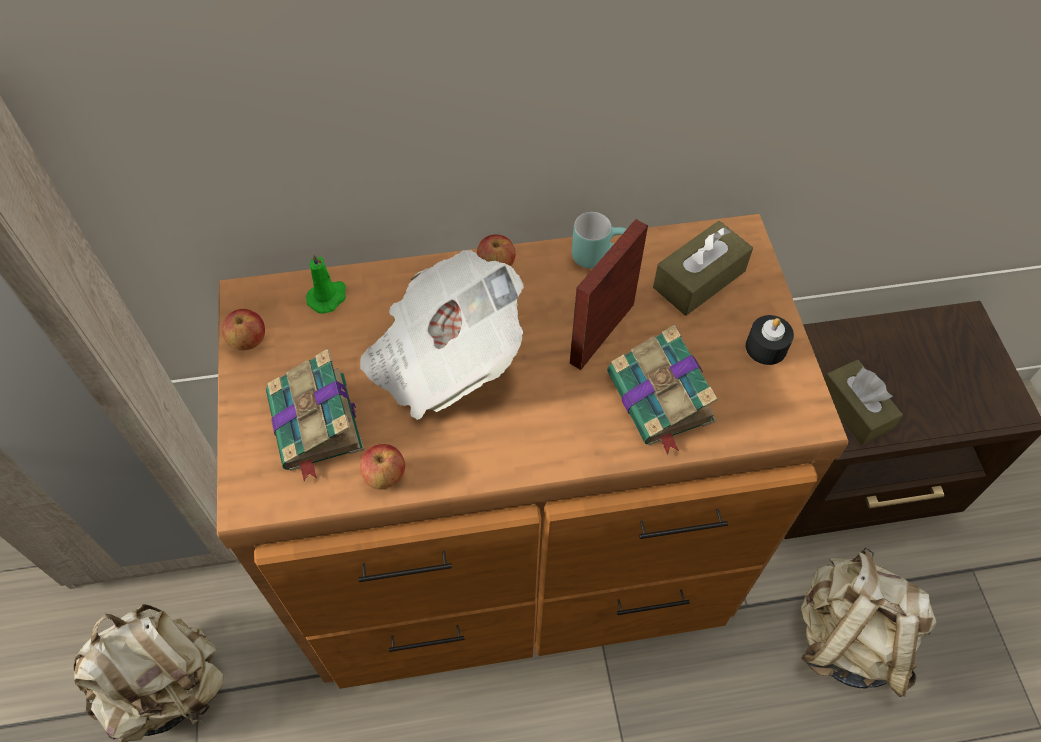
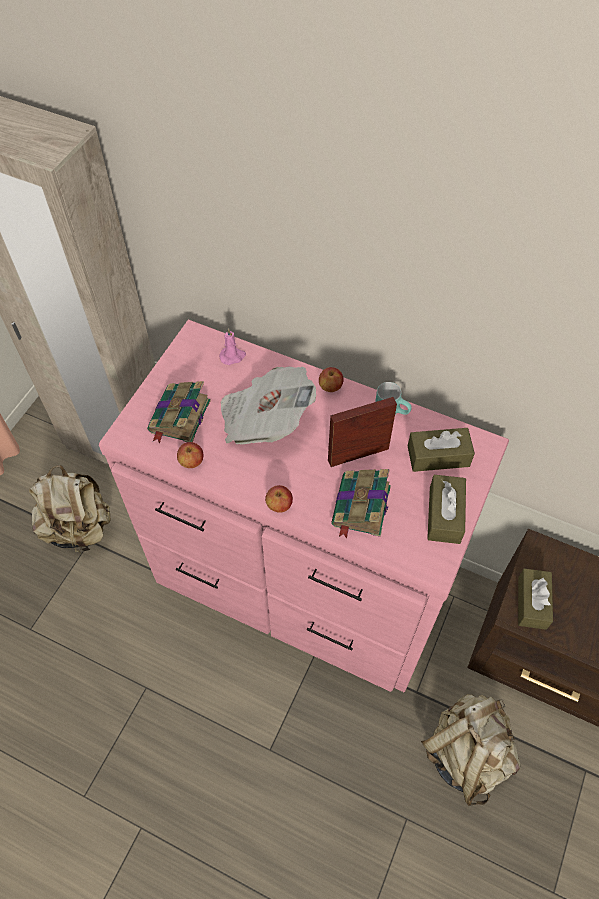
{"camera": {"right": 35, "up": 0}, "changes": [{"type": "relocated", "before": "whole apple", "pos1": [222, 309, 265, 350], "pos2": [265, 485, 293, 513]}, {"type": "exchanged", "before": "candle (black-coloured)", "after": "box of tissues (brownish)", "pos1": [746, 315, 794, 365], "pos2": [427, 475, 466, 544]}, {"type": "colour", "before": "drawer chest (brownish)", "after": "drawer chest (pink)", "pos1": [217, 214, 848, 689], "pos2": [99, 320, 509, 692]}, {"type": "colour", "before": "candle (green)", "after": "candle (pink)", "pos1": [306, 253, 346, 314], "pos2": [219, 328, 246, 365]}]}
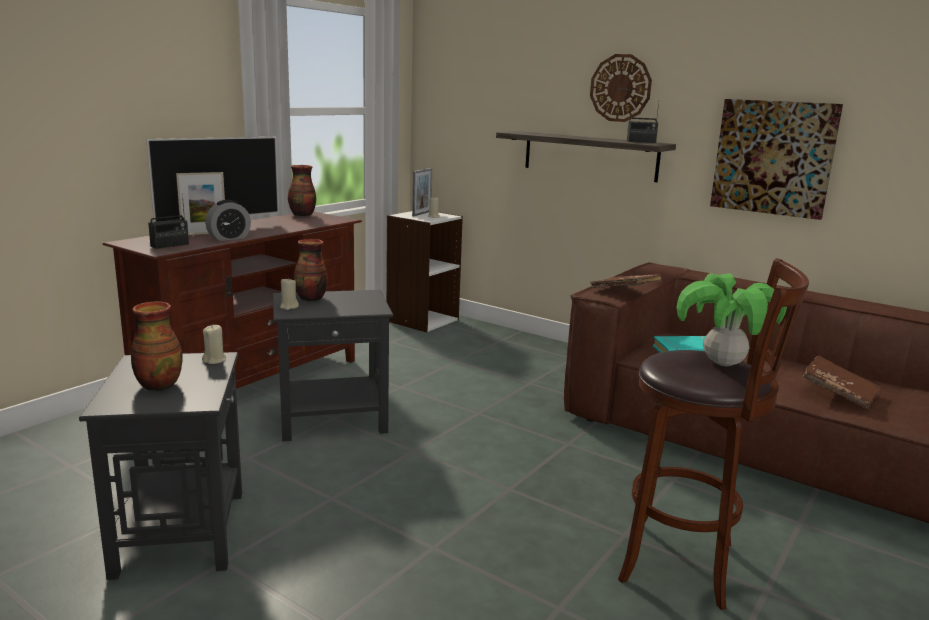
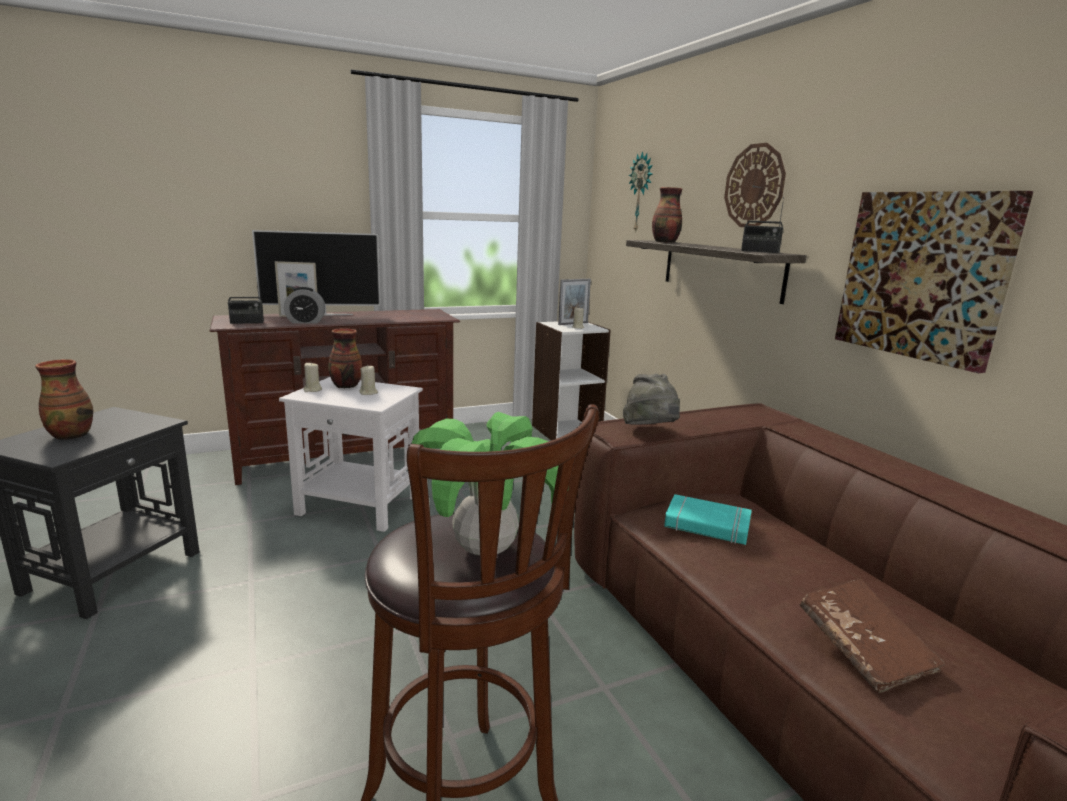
{"camera": {"right": 30, "up": 0}, "changes": [{"type": "appeared", "after": "clock on the wall", "pos2": [629, 151, 653, 233]}, {"type": "relocated", "before": "candle (beige-coloured)", "pos1": [202, 324, 226, 364], "pos2": [360, 365, 378, 395]}, {"type": "relocated", "before": "decorative vase", "pos1": [288, 165, 316, 216], "pos2": [652, 187, 683, 243]}, {"type": "exchanged", "before": "book (brownish)", "after": "clothing hat (greyish)", "pos1": [590, 274, 661, 288], "pos2": [623, 374, 680, 425]}, {"type": "colour", "before": "end table (black-coloured)", "after": "end table (white-coloured)", "pos1": [273, 290, 393, 442], "pos2": [279, 377, 423, 532]}]}
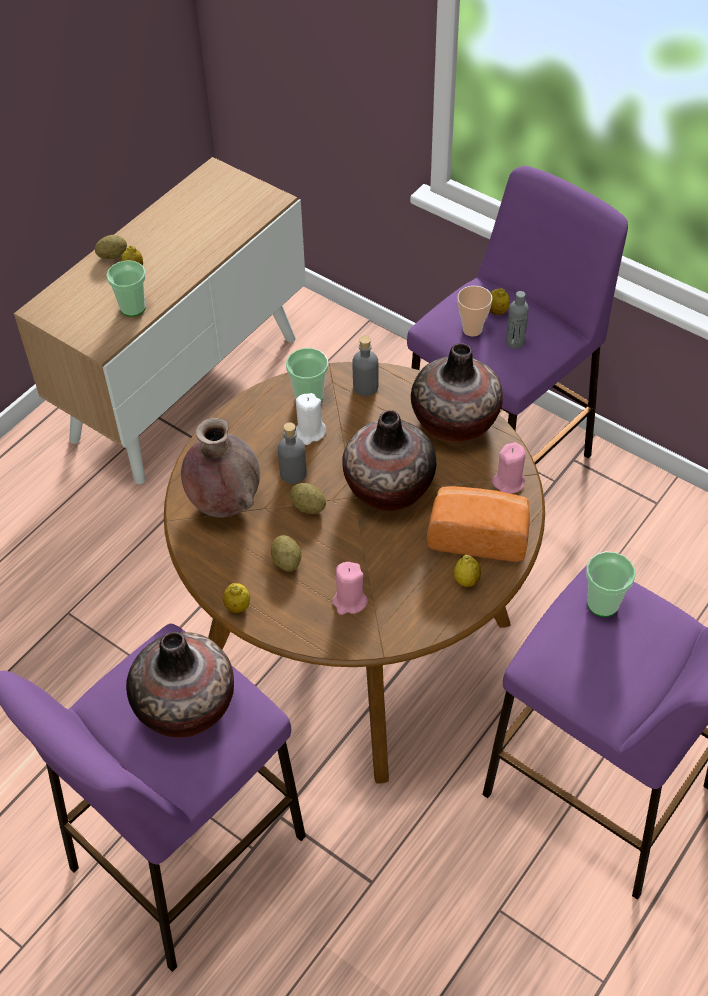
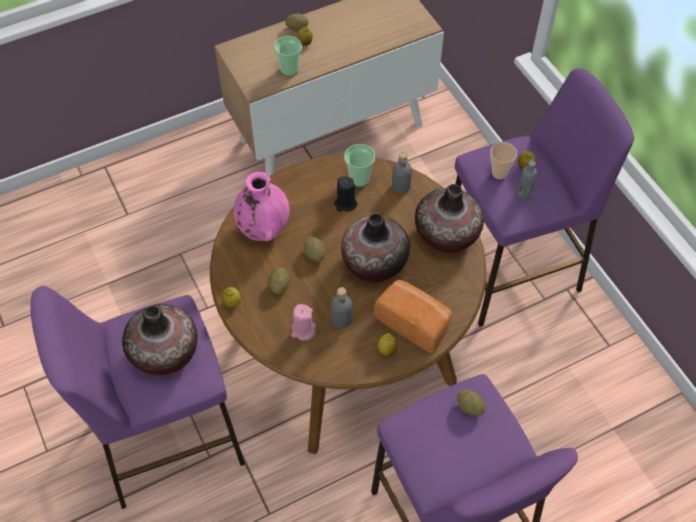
{"camera": {"right": 25, "up": 5}, "changes": [{"type": "missing", "before": "candle (pink)", "pos1": [492, 442, 526, 494]}, {"type": "relocated", "before": "beverage bottle (greyish)", "pos1": [278, 422, 307, 484], "pos2": [331, 287, 352, 328]}, {"type": "exchanged", "before": "small cup", "after": "potato", "pos1": [586, 551, 635, 617], "pos2": [457, 390, 485, 416]}, {"type": "colour", "before": "decorative vase (brownish)", "after": "decorative vase (pink)", "pos1": [181, 417, 260, 518], "pos2": [234, 172, 289, 241]}, {"type": "colour", "before": "candle (white-coloured)", "after": "candle (black-coloured)", "pos1": [296, 393, 326, 445], "pos2": [334, 176, 357, 212]}]}
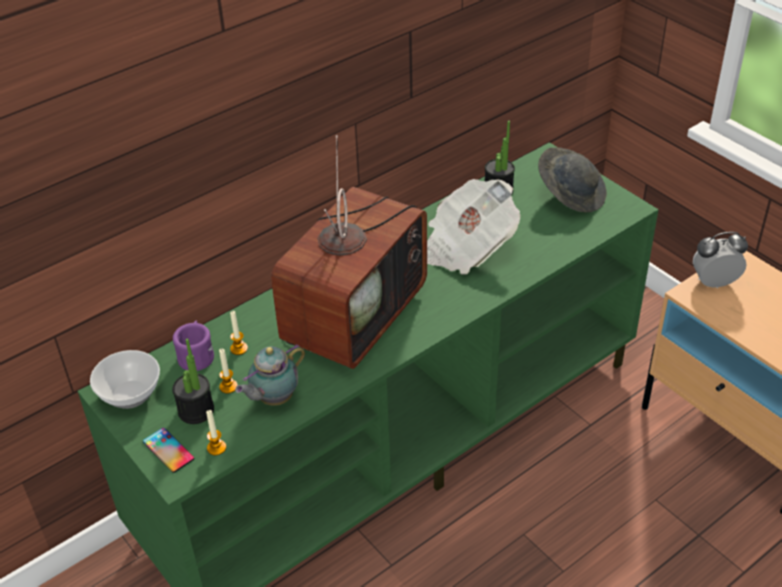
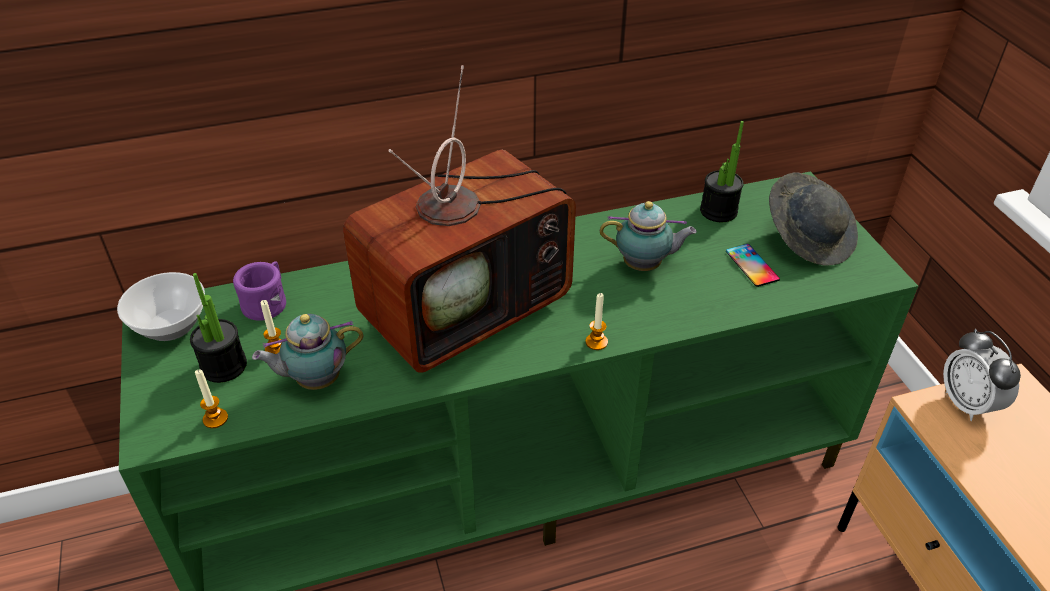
{"camera": {"right": 20, "up": 0}, "changes": [{"type": "relocated", "before": "telephone", "pos1": [143, 428, 194, 473], "pos2": [726, 244, 780, 287]}, {"type": "relocated", "before": "candle", "pos1": [230, 311, 248, 355], "pos2": [586, 293, 608, 350]}, {"type": "exchanged", "before": "printed paper", "after": "tea pot", "pos1": [427, 179, 520, 275], "pos2": [600, 201, 697, 271]}, {"type": "spun", "before": "bedside clock", "pos1": [693, 232, 748, 288], "pos2": [943, 329, 1021, 421], "turn": -120}]}
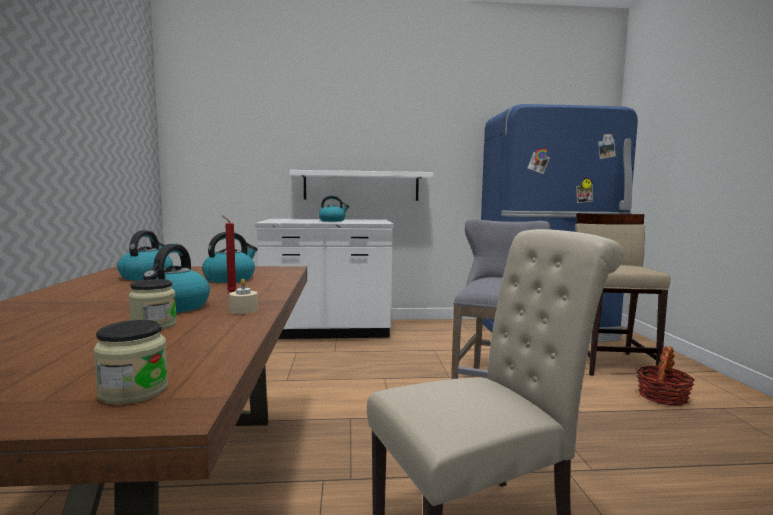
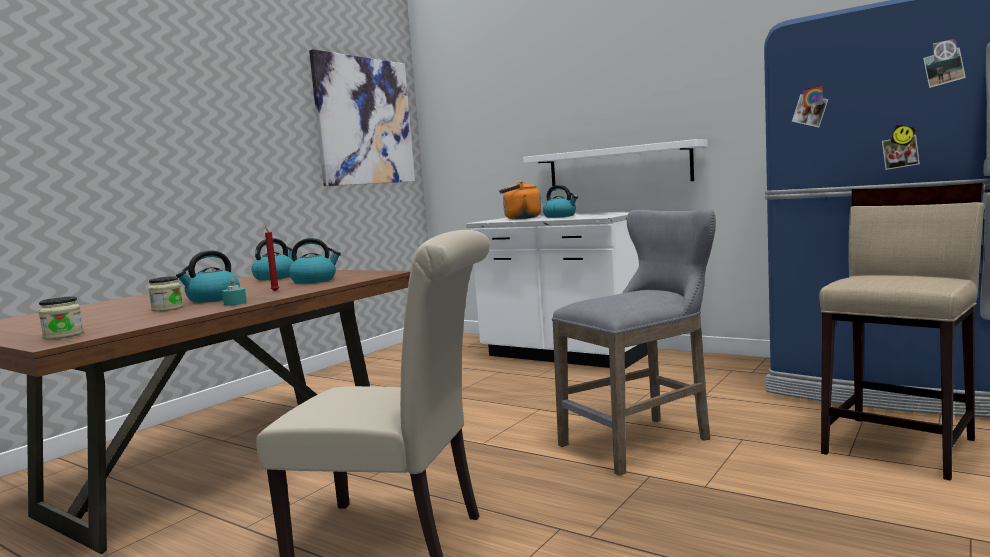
{"camera": {"right": 40, "up": 0}, "changes": [{"type": "missing", "before": "household basket", "pos1": [636, 346, 695, 406]}, {"type": "appeared", "after": "wall picture", "pos2": [309, 49, 415, 186]}, {"type": "appeared", "after": "water kettle (orange-coloured)", "pos2": [499, 181, 541, 219]}, {"type": "colour", "before": "candle (beige-coloured)", "after": "candle (turquoise)", "pos1": [229, 279, 258, 314], "pos2": [222, 278, 247, 306]}]}
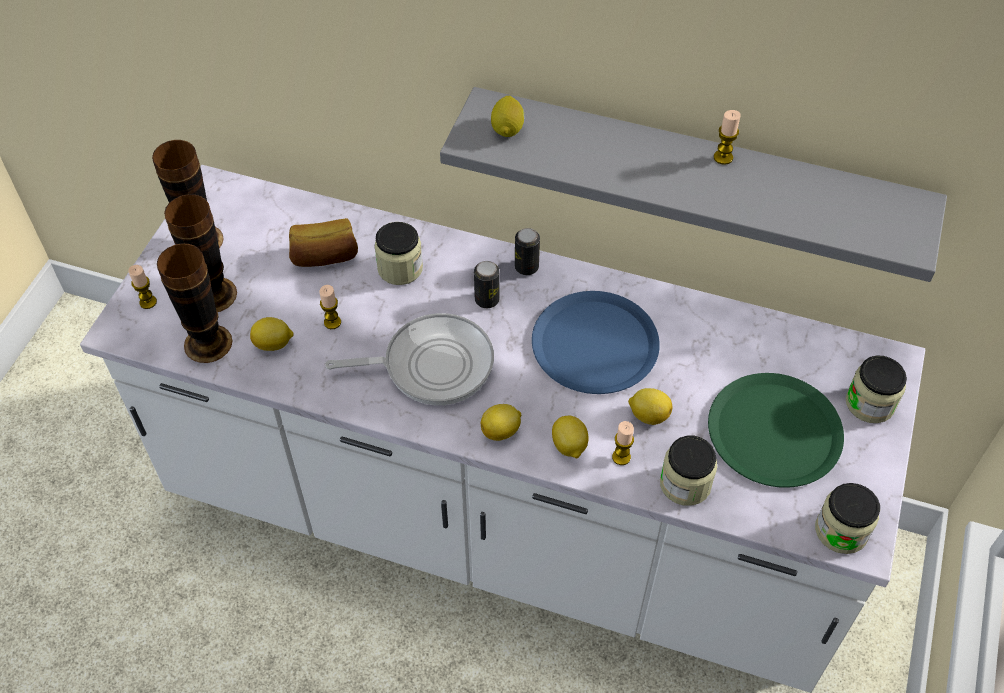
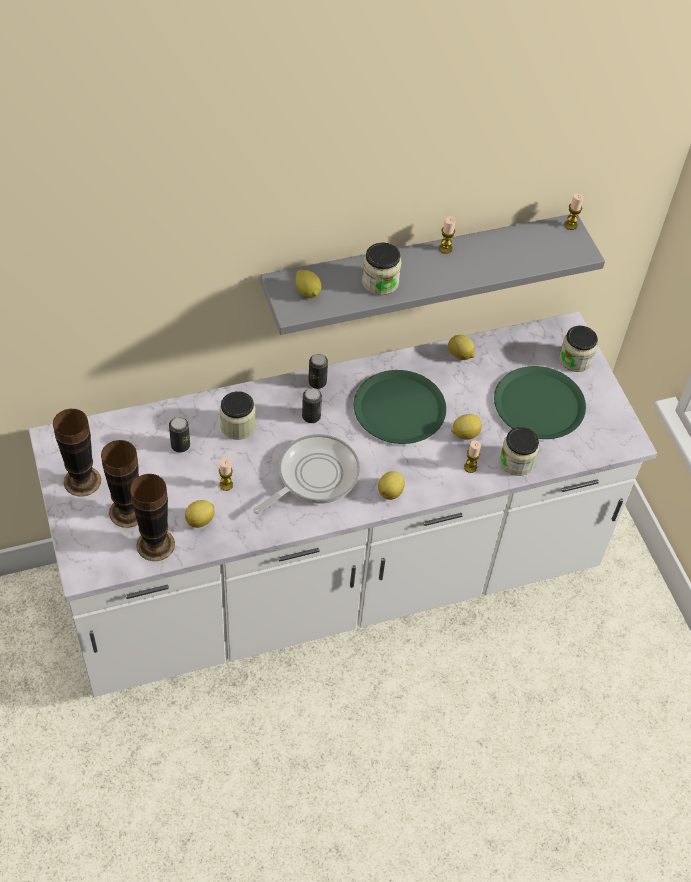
{"camera": {"right": -40, "up": 0}, "changes": [{"type": "relocated", "before": "candle", "pos1": [128, 265, 157, 309], "pos2": [564, 193, 584, 230]}, {"type": "relocated", "before": "lemon", "pos1": [552, 416, 588, 458], "pos2": [448, 335, 475, 360]}, {"type": "relocated", "before": "jar", "pos1": [815, 483, 880, 554], "pos2": [362, 243, 402, 295]}, {"type": "exchanged", "before": "bakery bread", "after": "metal can", "pos1": [289, 218, 358, 267], "pos2": [169, 417, 190, 453]}, {"type": "colour", "before": "plate (blue)", "after": "plate (green)", "pos1": [532, 291, 660, 394], "pos2": [354, 370, 446, 444]}]}
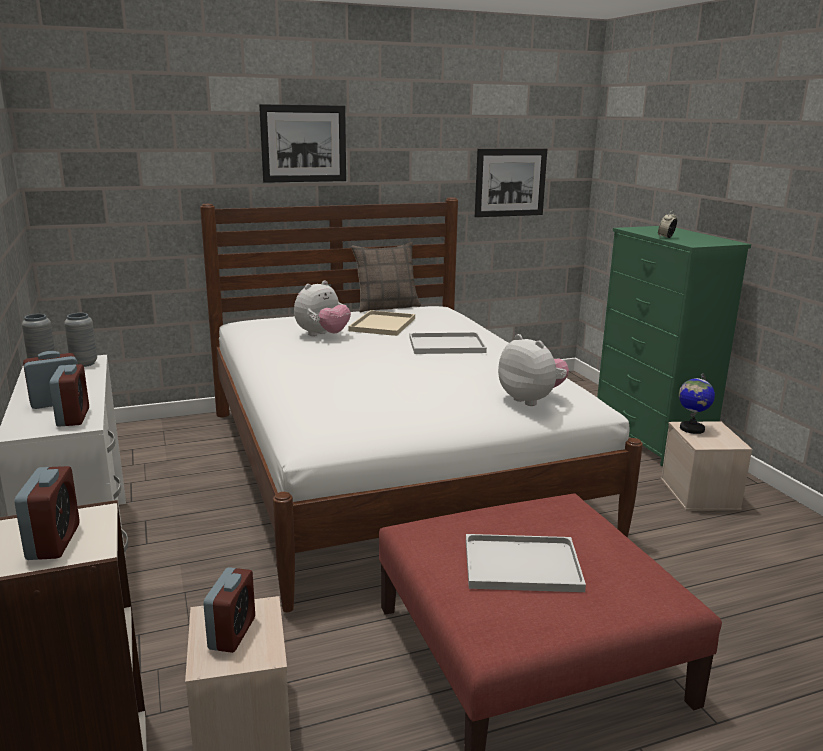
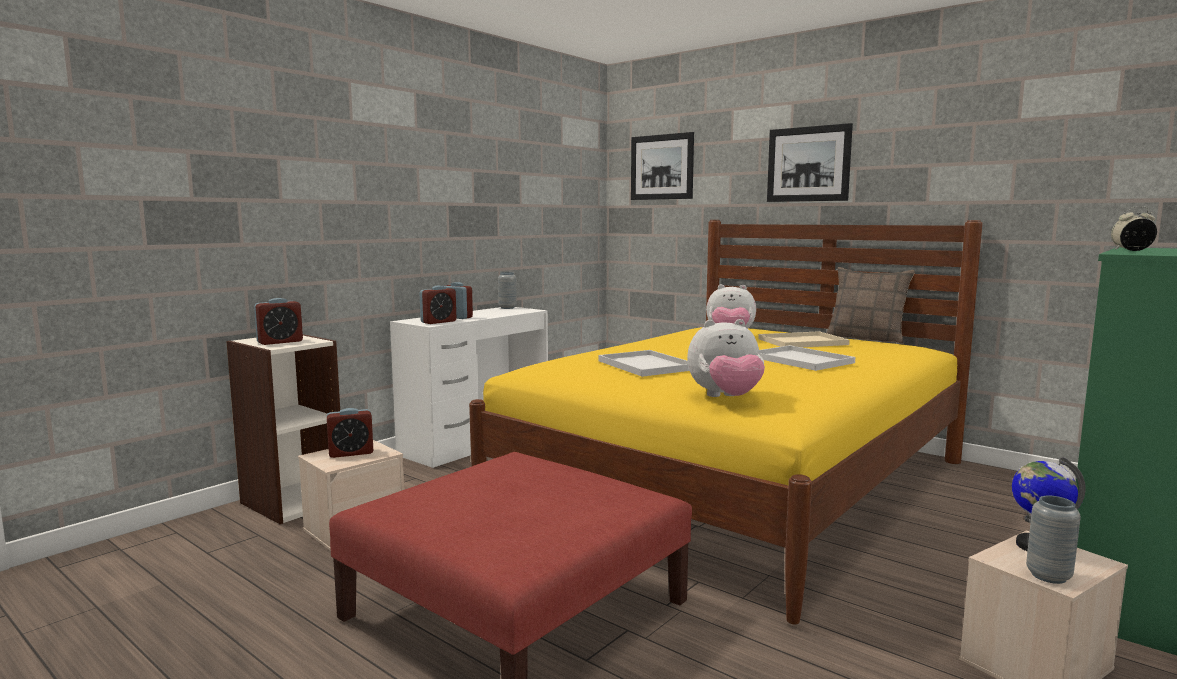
{"camera": {"right": 60, "up": -10}, "changes": [{"type": "relocated", "before": "decorative vase (greyish)", "pos1": [64, 313, 97, 367], "pos2": [1026, 496, 1081, 584]}, {"type": "relocated", "before": "serving tray (white-coloured)", "pos1": [466, 534, 586, 592], "pos2": [599, 350, 689, 377]}, {"type": "relocated", "before": "wall picture", "pos1": [475, 148, 547, 217], "pos2": [631, 132, 694, 200]}, {"type": "colour", "before": "bed (white-coloured)", "after": "bed (yellow-coloured)", "pos1": [200, 197, 643, 612], "pos2": [469, 220, 982, 624]}, {"type": "spun", "before": "cuddly toy", "pos1": [498, 334, 569, 406], "pos2": [687, 319, 765, 397], "turn": 60}]}
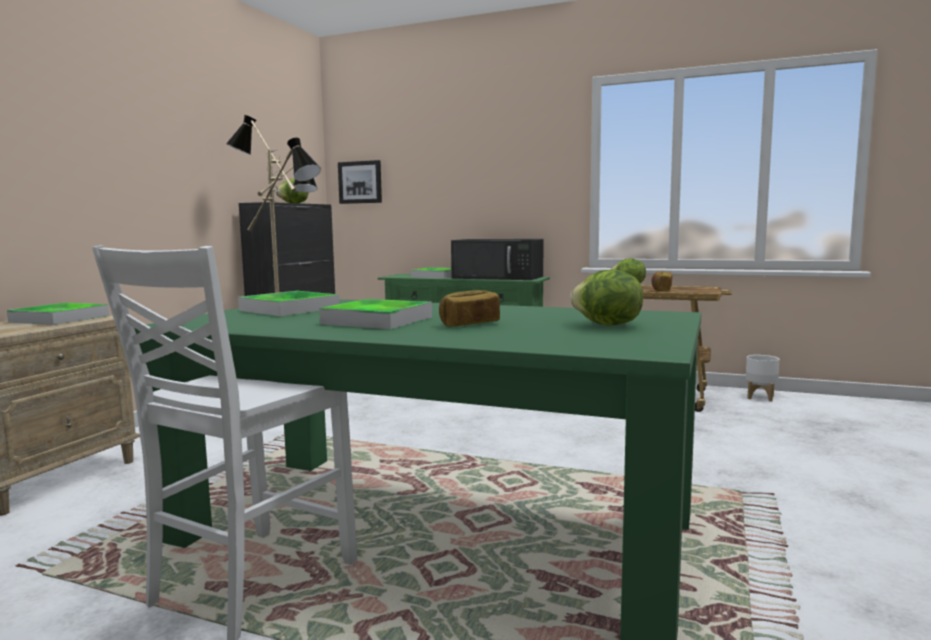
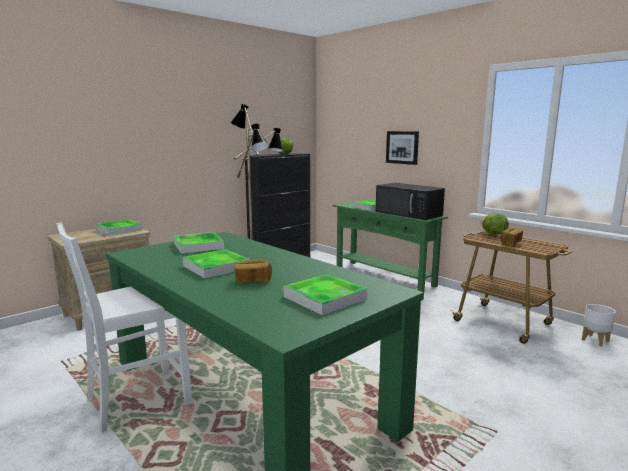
{"camera": {"right": 25, "up": 5}, "changes": [{"type": "relocated", "before": "wall picture", "pos1": [338, 160, 382, 204], "pos2": [386, 131, 419, 165]}, {"type": "exchanged", "before": "head of lettuce", "after": "serving tray", "pos1": [570, 269, 643, 326], "pos2": [284, 274, 367, 315]}]}
